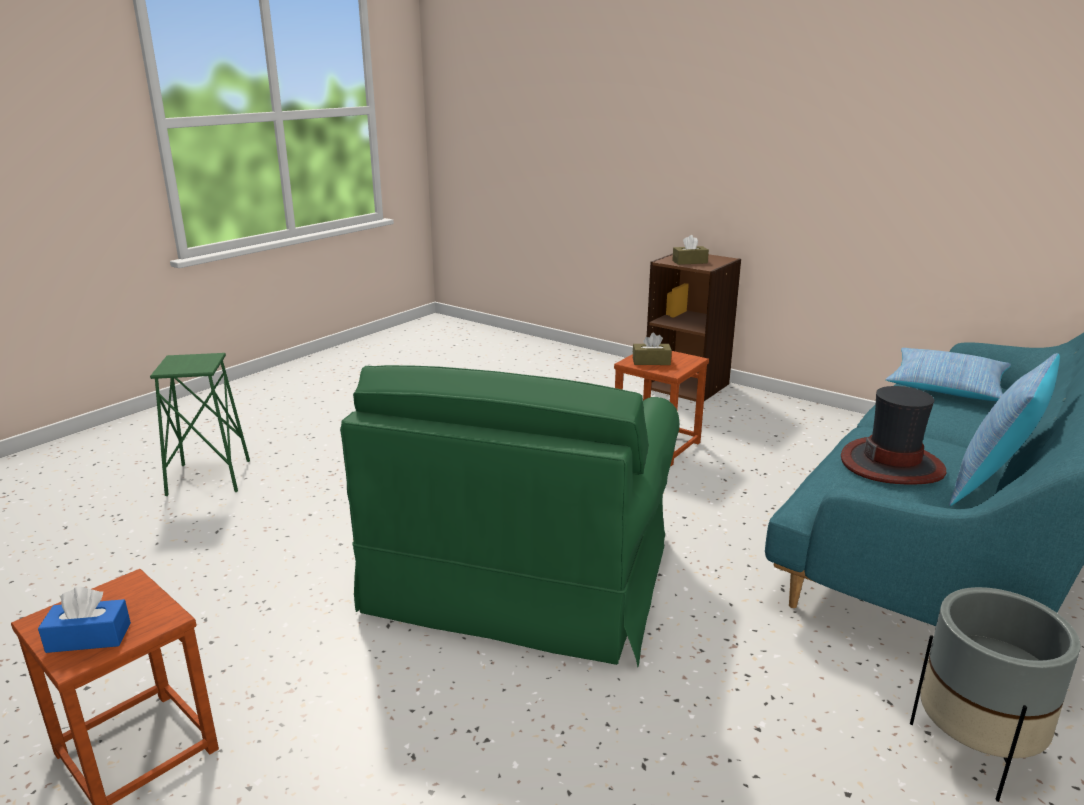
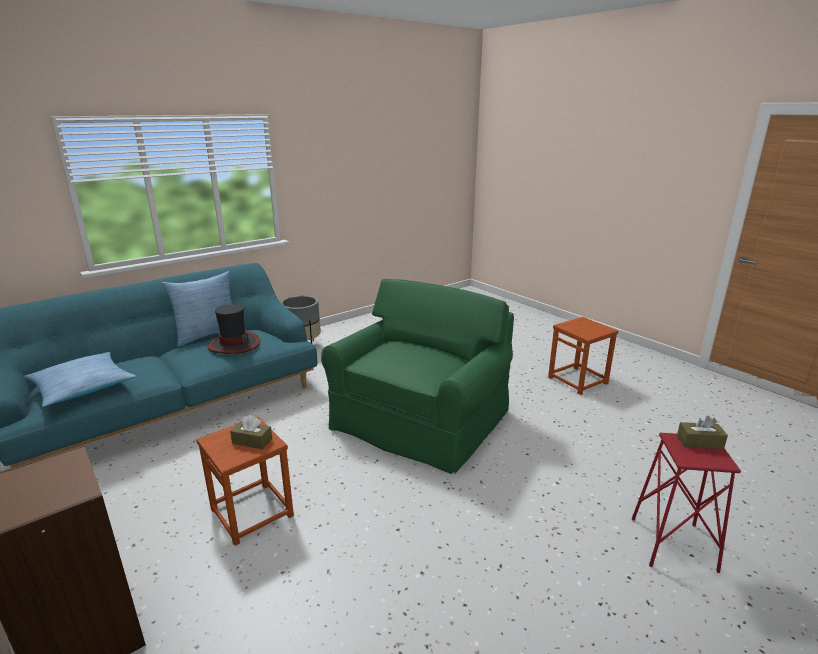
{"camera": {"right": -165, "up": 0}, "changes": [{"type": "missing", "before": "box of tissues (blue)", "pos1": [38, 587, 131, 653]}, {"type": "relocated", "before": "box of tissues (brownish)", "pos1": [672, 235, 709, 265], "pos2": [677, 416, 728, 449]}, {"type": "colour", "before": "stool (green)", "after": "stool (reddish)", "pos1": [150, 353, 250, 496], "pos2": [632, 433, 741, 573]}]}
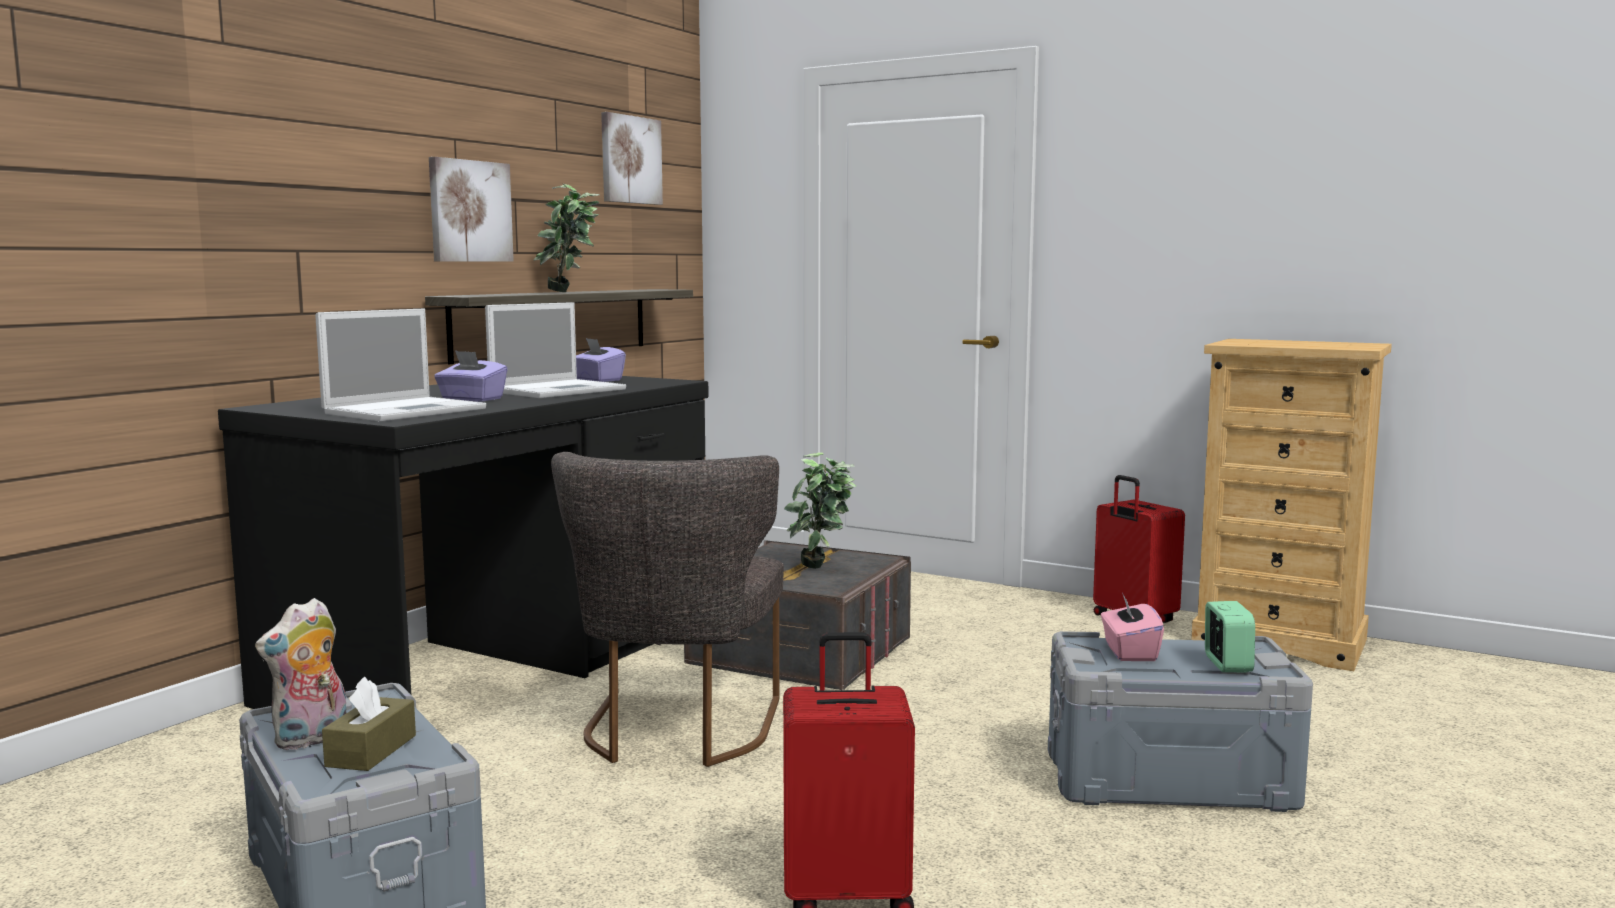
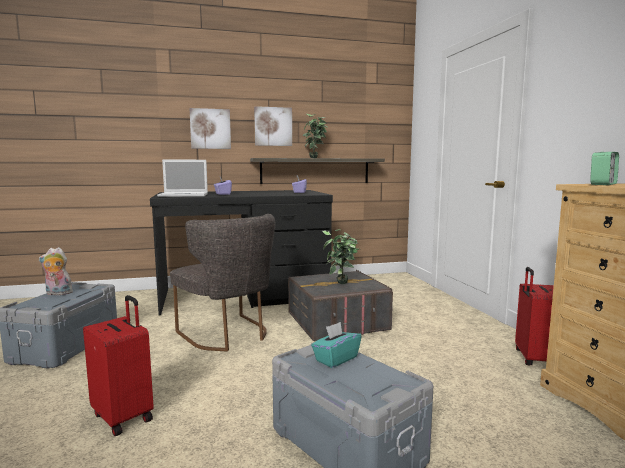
{"camera": {"right": 45, "up": 0}, "changes": [{"type": "missing", "before": "box of tissues (brownish)", "pos1": [322, 677, 416, 771]}, {"type": "missing", "before": "notebook computer", "pos1": [485, 302, 626, 398]}, {"type": "relocated", "before": "wall picture", "pos1": [601, 112, 663, 205], "pos2": [190, 108, 231, 149]}, {"type": "relocated", "before": "bedside clock", "pos1": [1205, 601, 1255, 672], "pos2": [590, 152, 619, 185]}, {"type": "colour", "before": "box of tissues (pink)", "after": "box of tissues (turquoise)", "pos1": [1101, 593, 1164, 661], "pos2": [311, 322, 362, 368]}, {"type": "spun", "before": "plain chair (greyish)", "pos1": [551, 452, 784, 767], "pos2": [170, 214, 275, 352], "turn": -90}]}
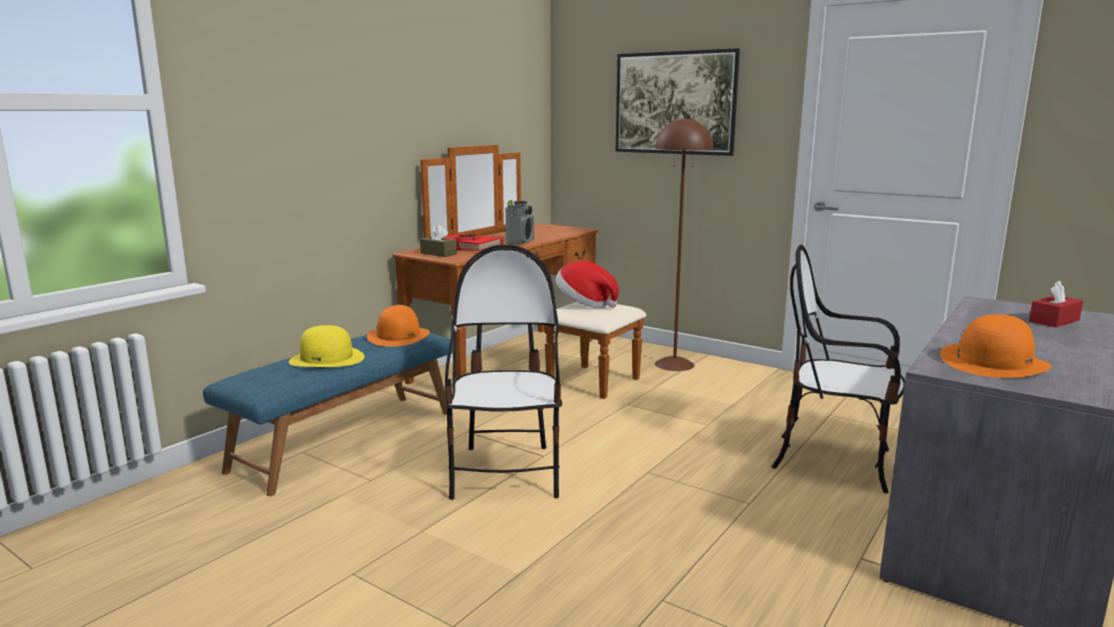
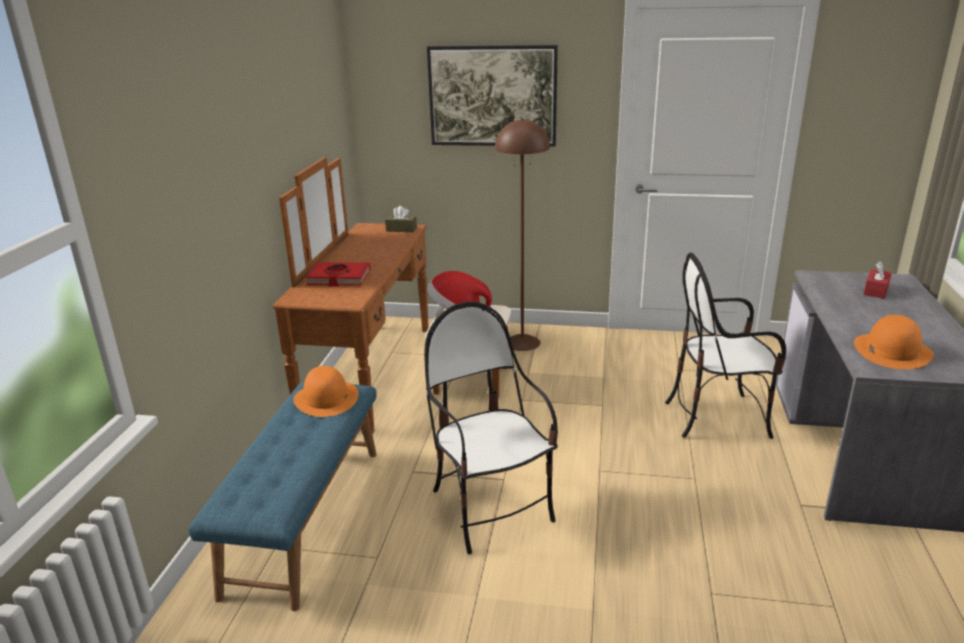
{"camera": {"right": -25, "up": 10}, "changes": [{"type": "missing", "before": "clothing hat (yellow-coloured)", "pos1": [289, 325, 365, 367]}, {"type": "missing", "before": "radio set", "pos1": [505, 200, 534, 245]}, {"type": "relocated", "before": "box of tissues (brownish)", "pos1": [420, 225, 457, 257], "pos2": [385, 206, 417, 232]}]}
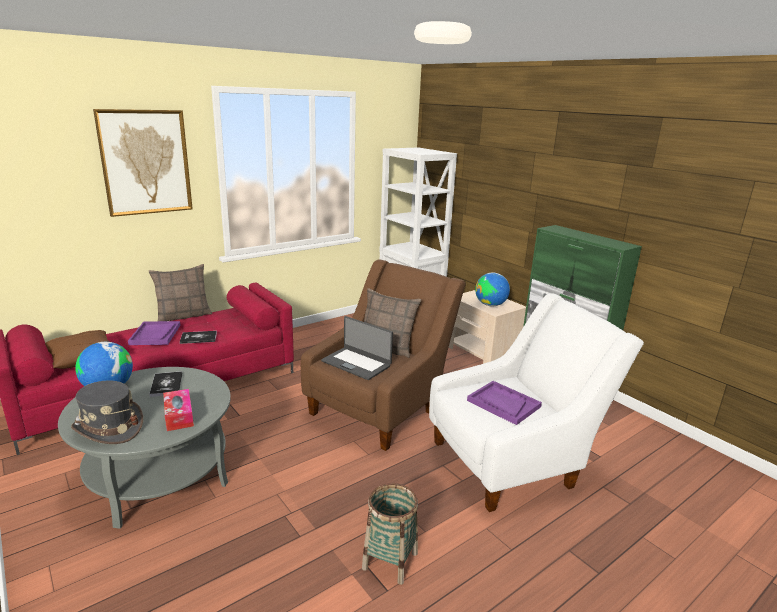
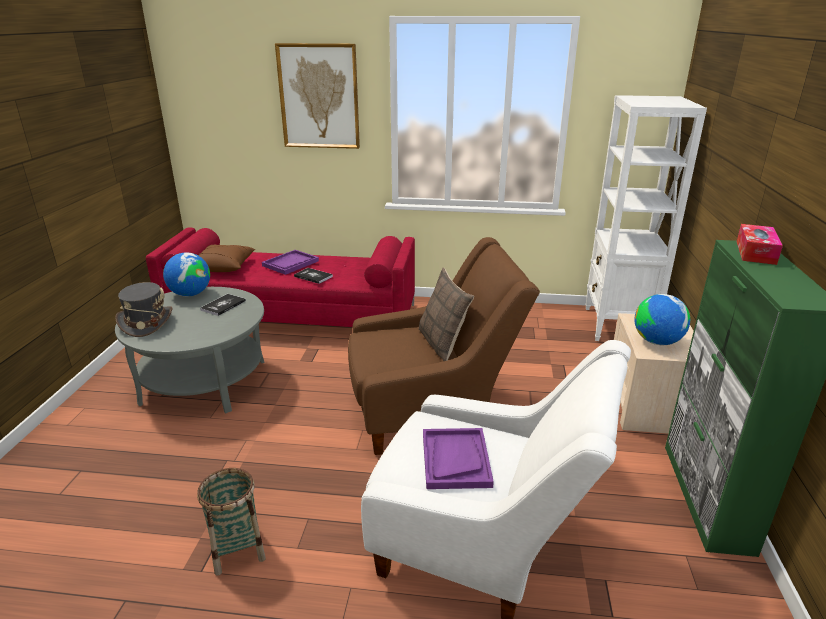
{"camera": {"right": 45, "up": 5}, "changes": [{"type": "missing", "before": "throw pillow", "pos1": [149, 264, 212, 321]}, {"type": "missing", "before": "notebook computer", "pos1": [321, 316, 393, 380]}, {"type": "relocated", "before": "box of tissues", "pos1": [163, 389, 194, 431], "pos2": [737, 224, 783, 265]}]}
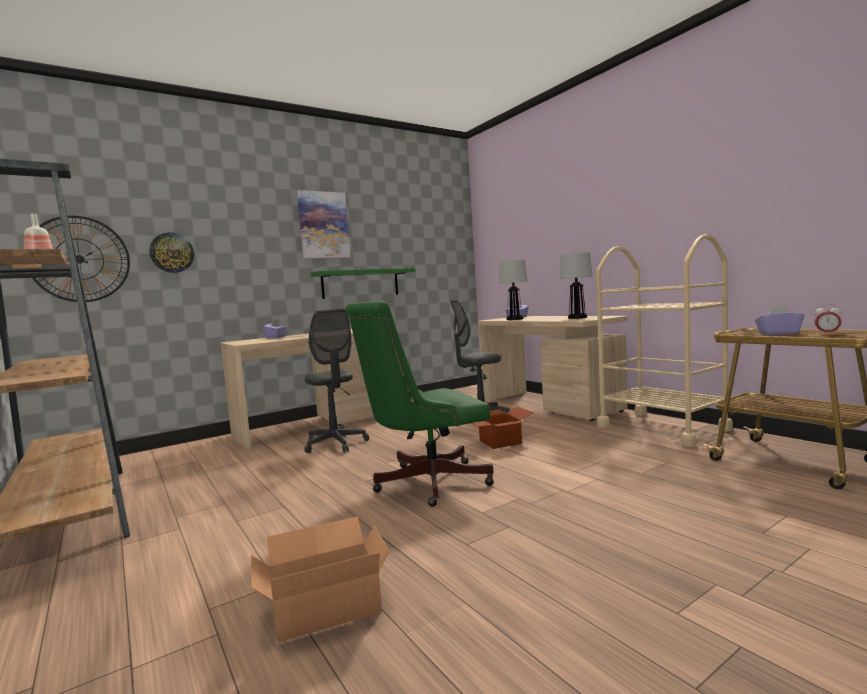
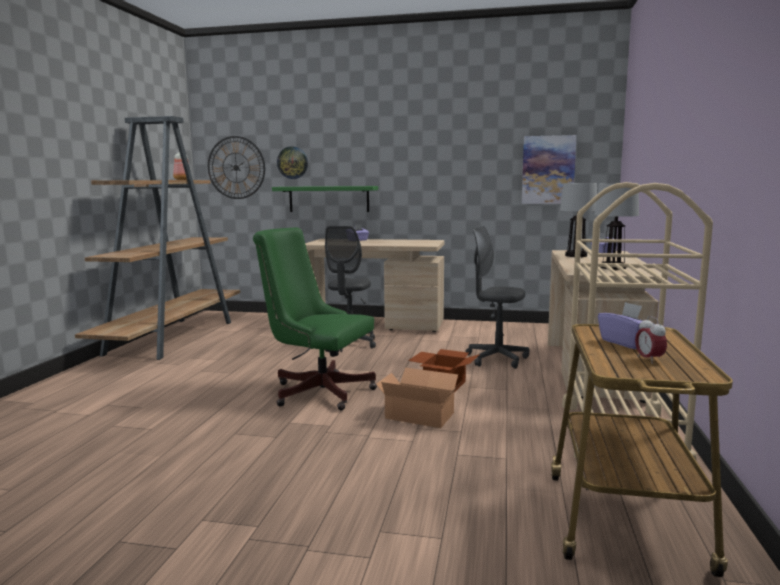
{"camera": {"right": 45, "up": 5}, "changes": [{"type": "relocated", "before": "packing box", "pos1": [251, 516, 390, 643], "pos2": [376, 367, 461, 428]}, {"type": "relocated", "before": "wall picture", "pos1": [297, 190, 351, 258], "pos2": [522, 135, 577, 204]}, {"type": "relocated", "before": "wall shelf (green)", "pos1": [311, 268, 415, 299], "pos2": [272, 186, 378, 212]}]}
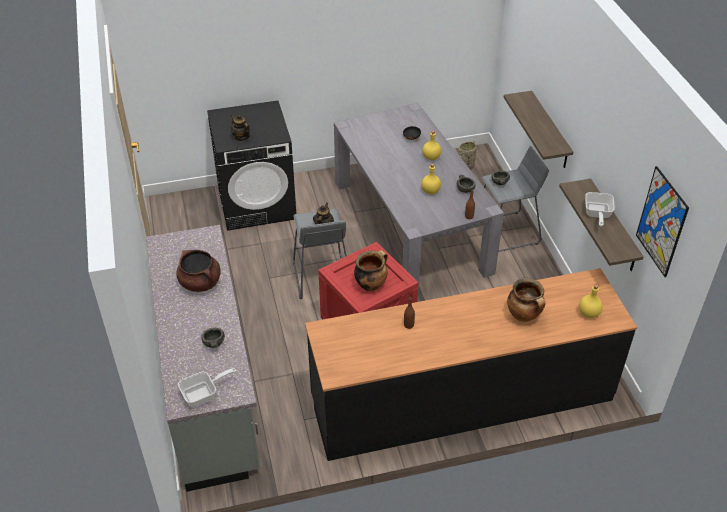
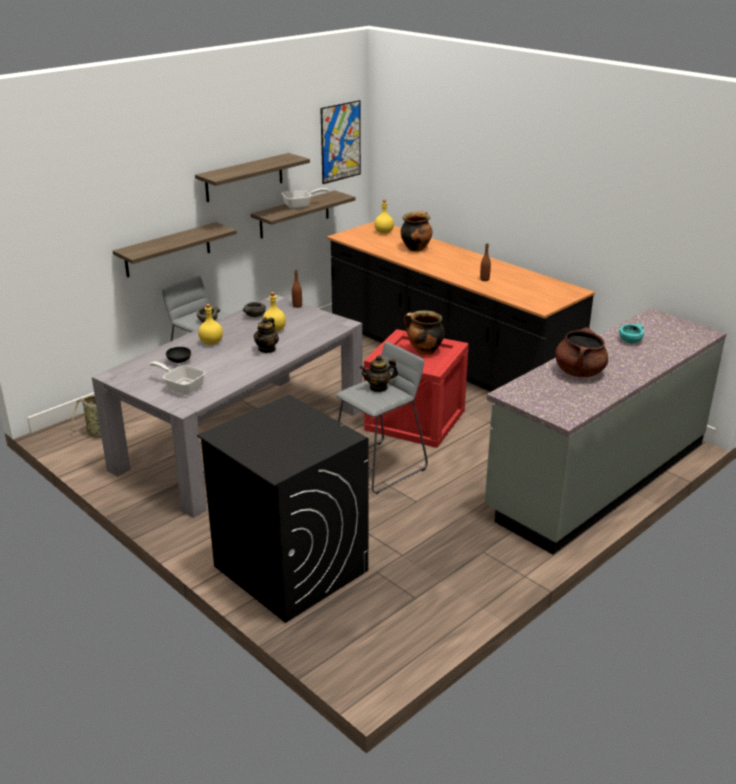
{"camera": {"right": -120, "up": -15}, "changes": [{"type": "appeared", "after": "wall shelf", "pos2": [195, 153, 310, 202]}, {"type": "relocated", "before": "frying pan", "pos1": [178, 368, 236, 407], "pos2": [149, 361, 205, 395]}, {"type": "relocated", "before": "tea pot", "pos1": [231, 115, 250, 141], "pos2": [254, 317, 279, 353]}, {"type": "colour", "before": "bowl (greyish)", "after": "bowl (turquoise)", "pos1": [202, 328, 225, 348], "pos2": [619, 323, 644, 343]}]}
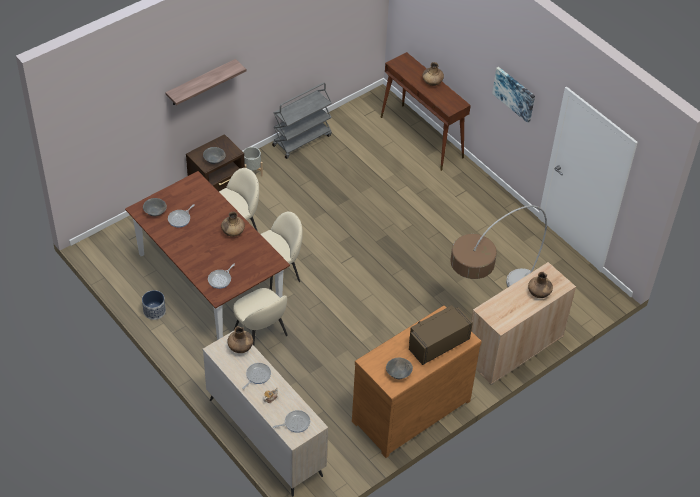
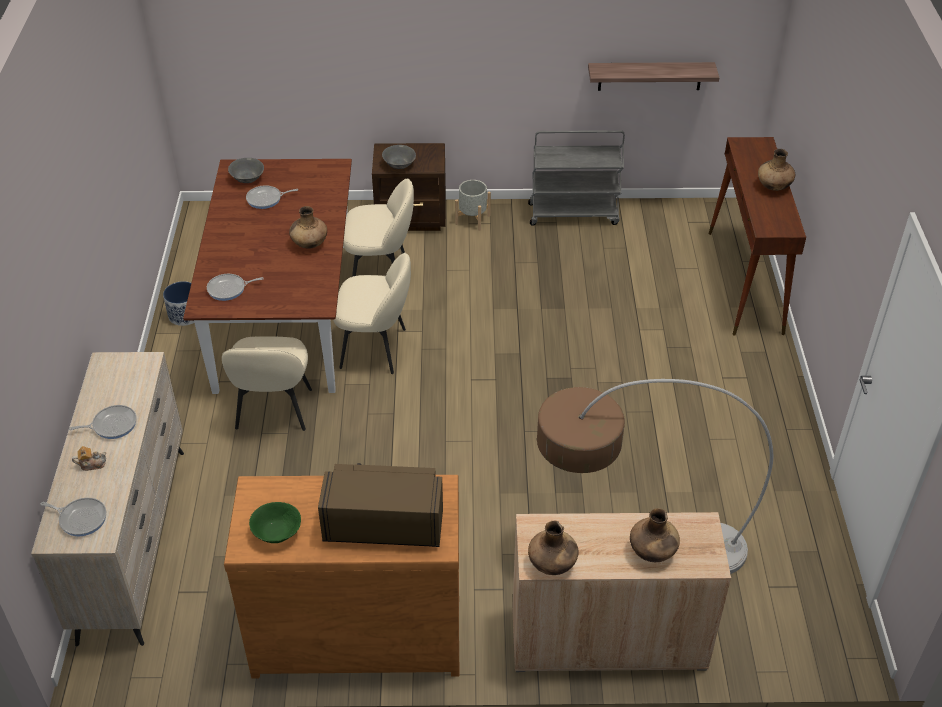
{"camera": {"right": 40, "up": -5}, "changes": [{"type": "missing", "before": "wall picture", "pos1": [492, 67, 535, 123]}, {"type": "relocated", "before": "wall shelf", "pos1": [165, 59, 246, 105], "pos2": [588, 62, 719, 91]}, {"type": "relocated", "before": "decorative vase (brownish)", "pos1": [227, 326, 253, 353], "pos2": [528, 521, 579, 575]}, {"type": "colour", "before": "bowl (greyish)", "after": "bowl (green)", "pos1": [386, 358, 413, 379], "pos2": [249, 502, 301, 543]}]}
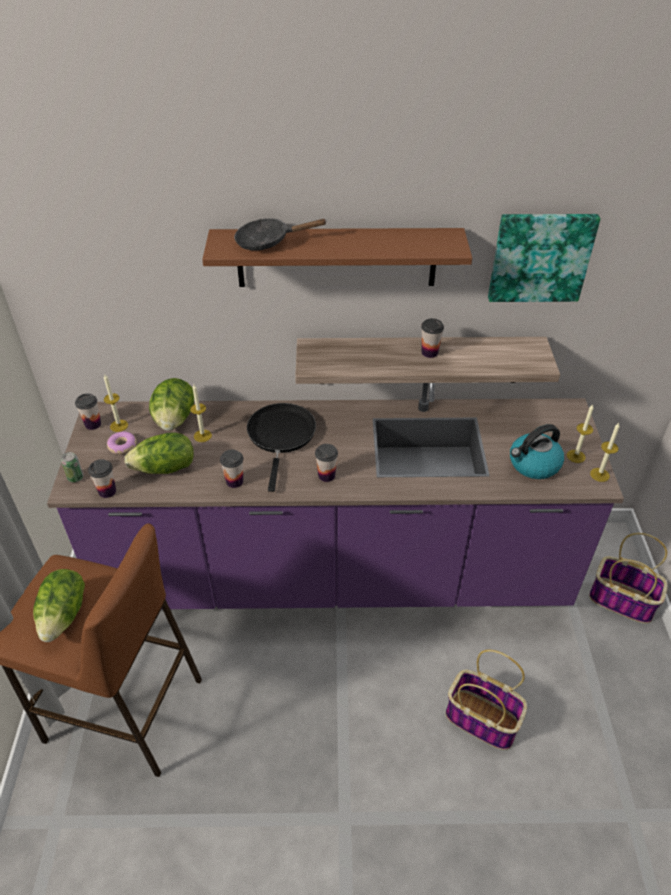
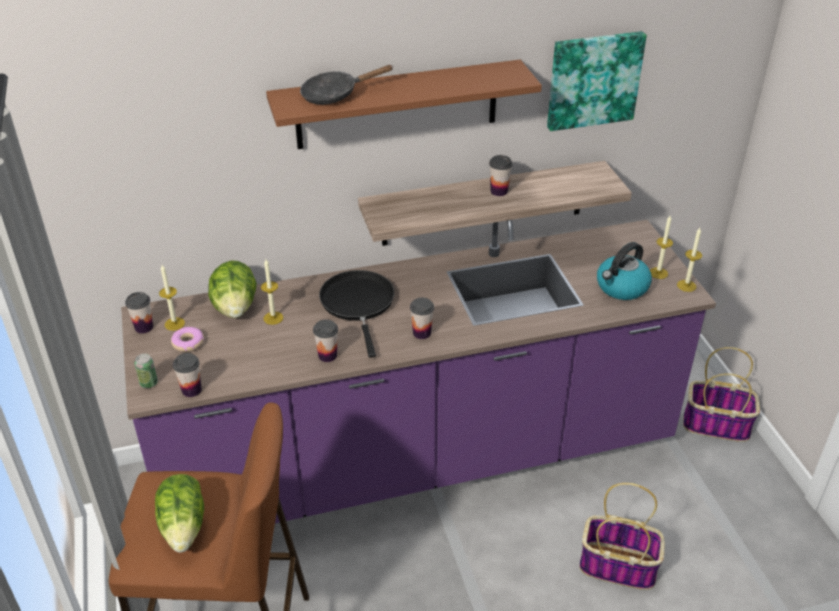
{"camera": {"right": -15, "up": -5}, "changes": [{"type": "missing", "before": "head of lettuce", "pos1": [125, 432, 194, 474]}]}
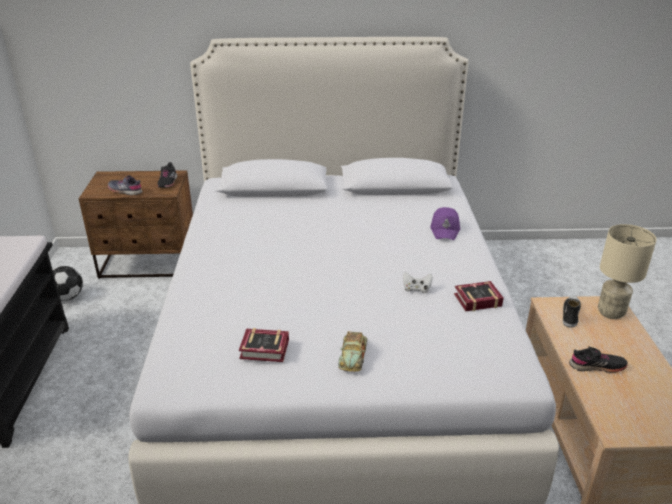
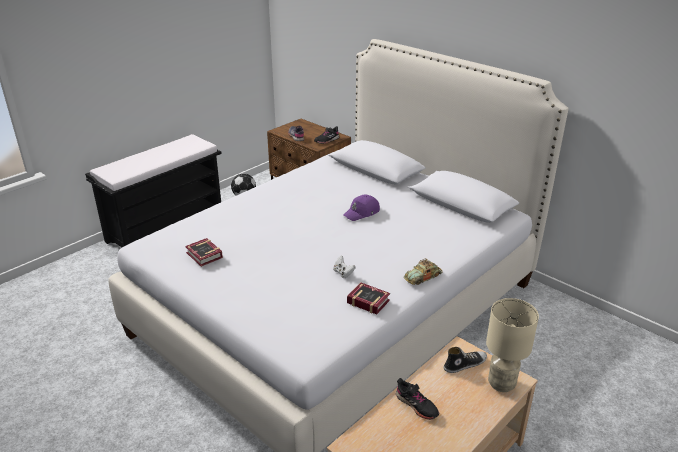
{"camera": {"right": 45, "up": 0}, "changes": [{"type": "relocated", "before": "model car", "pos1": [338, 331, 367, 372], "pos2": [404, 259, 443, 285]}, {"type": "relocated", "before": "peaked cap (purplish)", "pos1": [430, 207, 460, 240], "pos2": [344, 195, 380, 221]}]}
